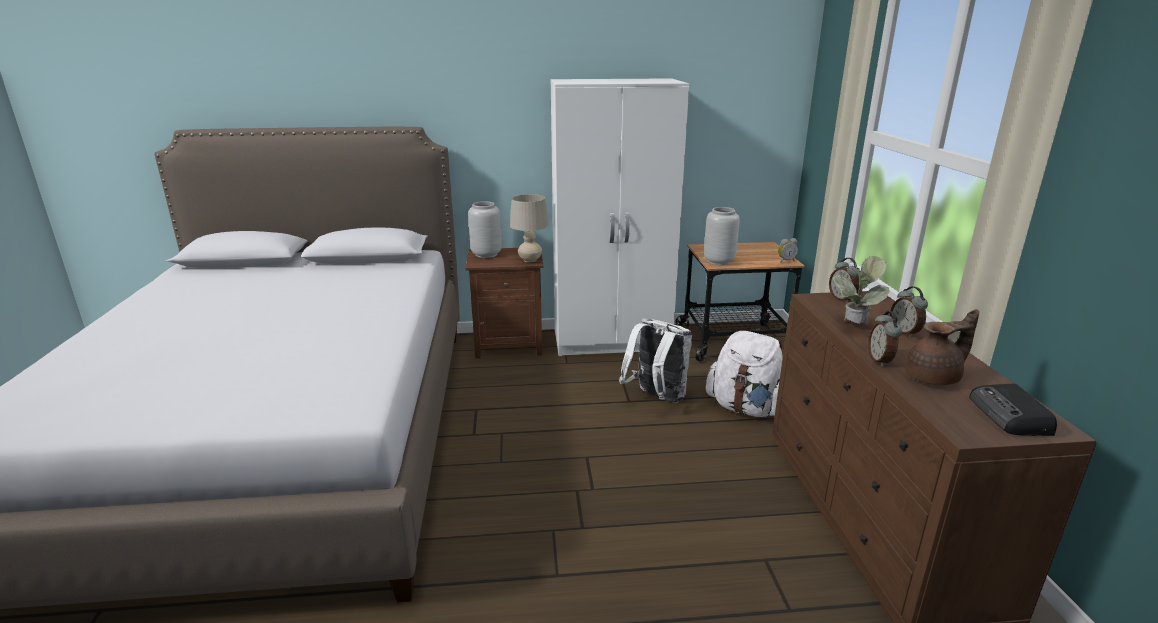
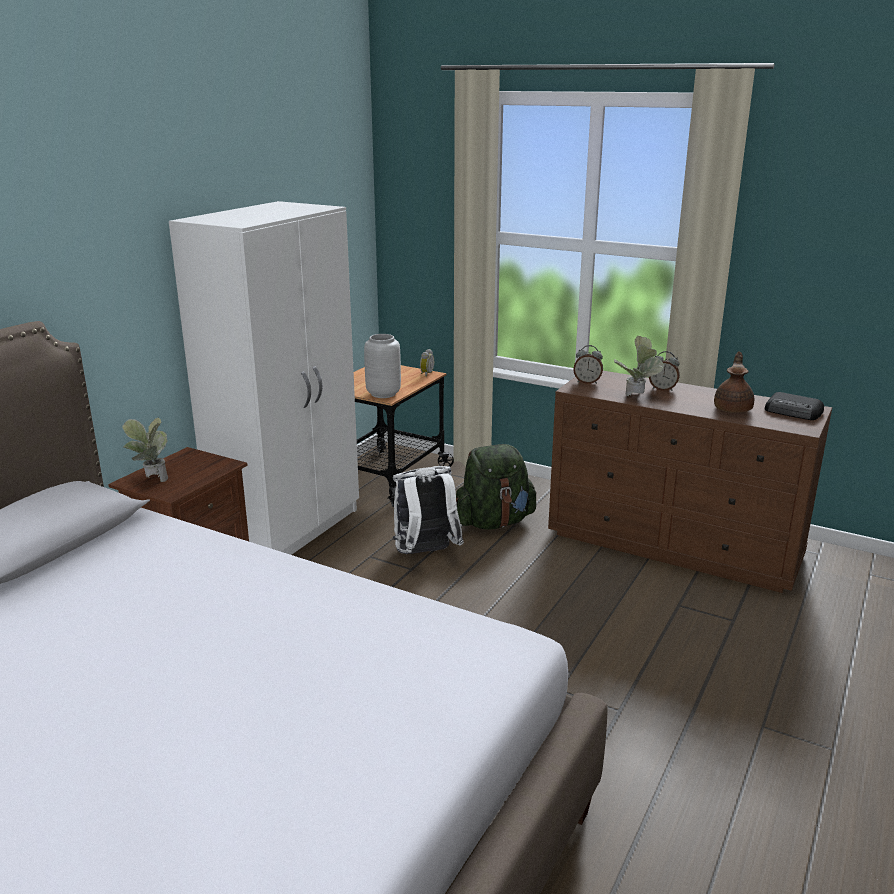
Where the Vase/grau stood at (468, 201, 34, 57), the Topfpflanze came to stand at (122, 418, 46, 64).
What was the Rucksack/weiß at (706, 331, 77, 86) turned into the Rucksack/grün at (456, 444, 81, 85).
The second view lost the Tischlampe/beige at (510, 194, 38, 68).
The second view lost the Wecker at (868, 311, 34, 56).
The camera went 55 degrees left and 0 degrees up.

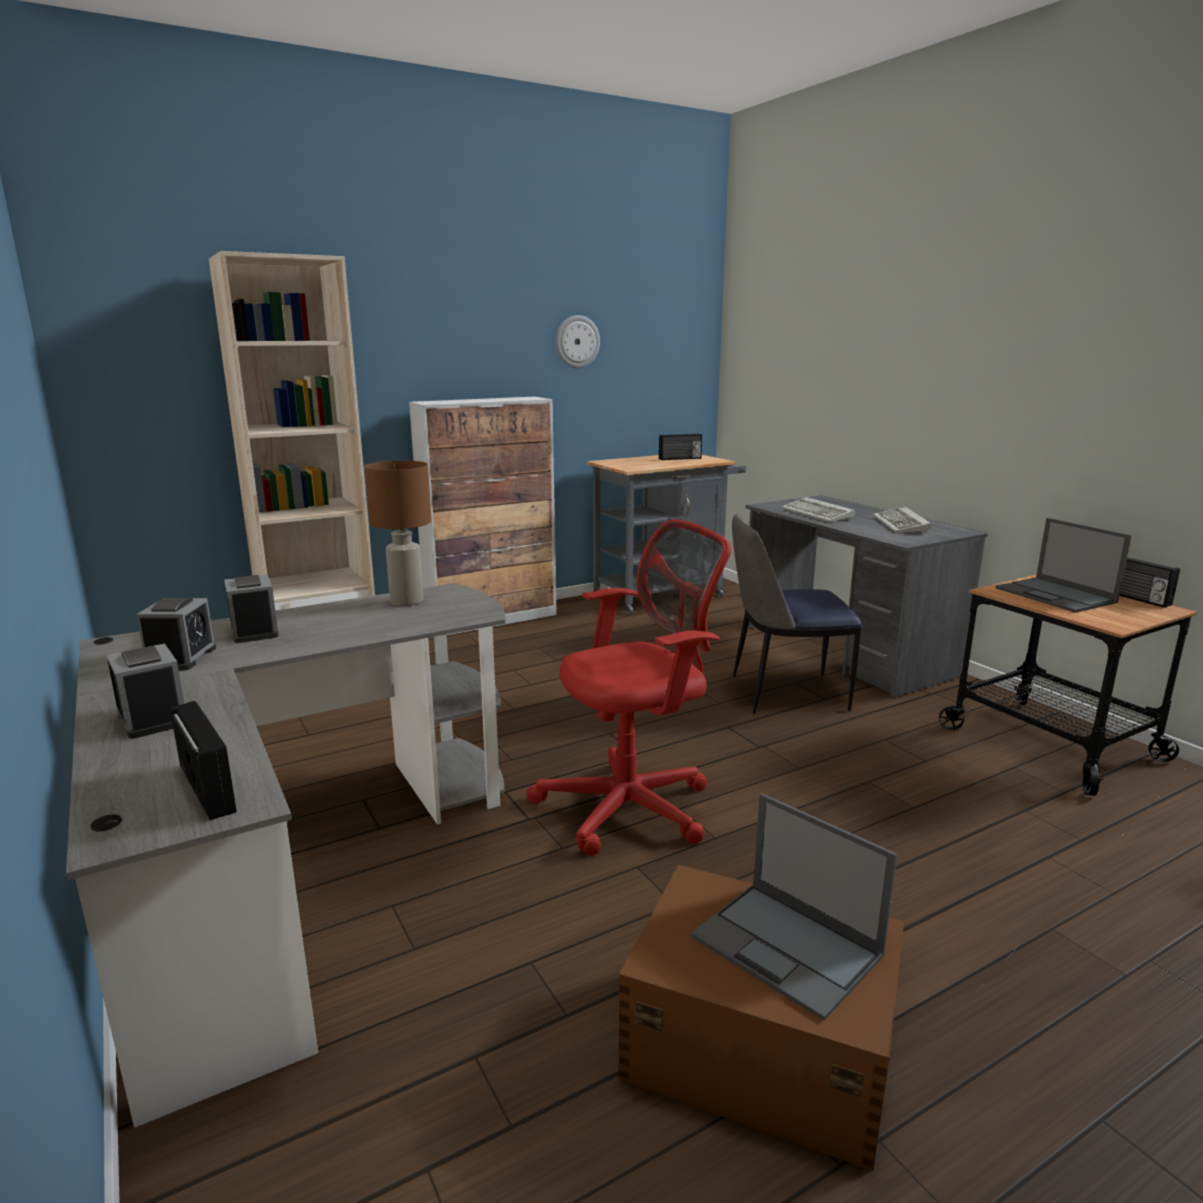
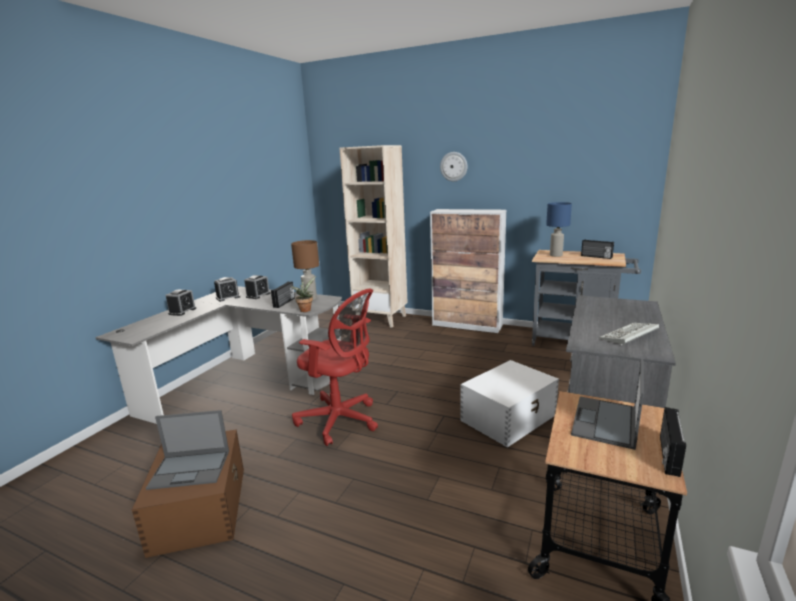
The Laptop at (691, 793, 206, 228) ended up facing another way, 105 degrees counterclockwise from before.
The Radio ended up elsewhere, having gone from (170, 701, 67, 119) to (271, 282, 24, 26).
The second view gained the Topfpflanze at (290, 276, 26, 36).
The Wanduhr ended up elsewhere, having gone from (555, 315, 45, 53) to (440, 152, 27, 29).
Where the Stuhl stood at (732, 513, 130, 201), the Aufbewahrungsbox/weiß came to stand at (460, 360, 99, 87).
The second view gained the Tischlampe/blau at (546, 202, 26, 55).
The second view lost the Tastatur at (781, 497, 74, 25).
The camera went 55 degrees right and 0 degrees up.

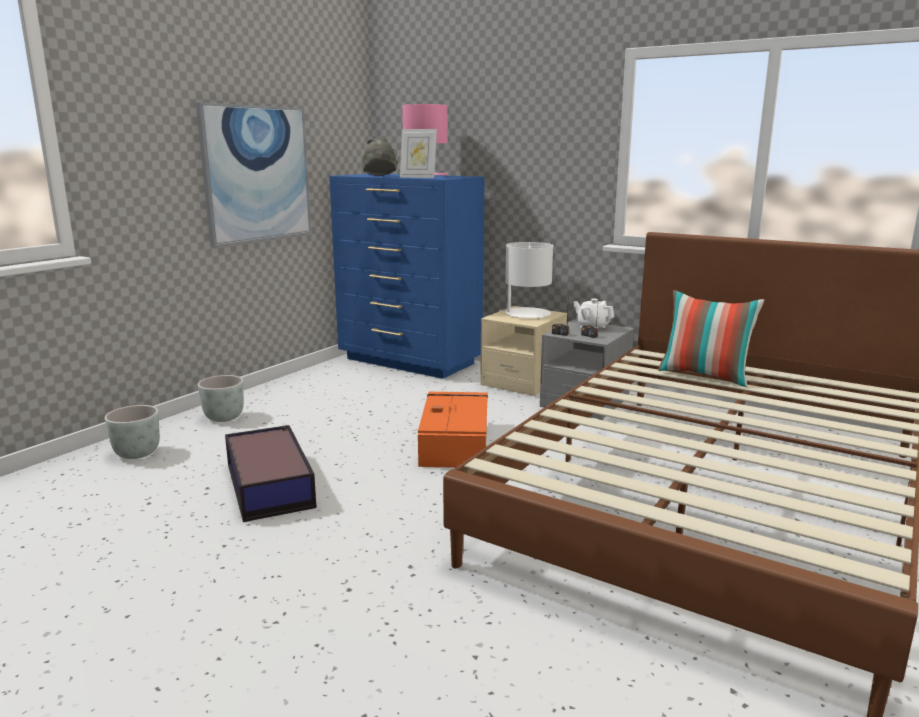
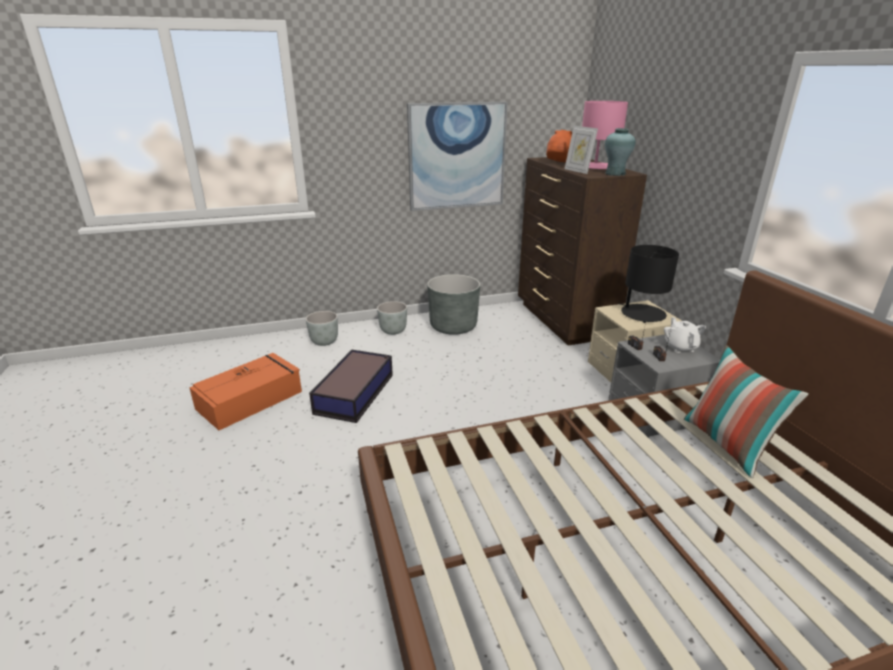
The Aufbewahrungsbox/orange ended up elsewhere, having gone from (418, 392, 70, 76) to (189, 353, 113, 77).
The second view gained the Pflanzkübel/grau at (427, 274, 53, 61).
What was the Kommode/blau at (329, 174, 156, 205) turned into the Kommode/braun at (518, 157, 129, 189).
What was the Hut/grau at (362, 137, 35, 39) turned into the Hut/orange at (546, 130, 26, 32).
The second view gained the Vase/türkis at (605, 128, 31, 48).
What was the Tischlampe/weiß at (499, 242, 54, 77) turned into the Tischlampe/schwarz at (618, 245, 61, 78).
The camera went 40 degrees right and 10 degrees up.

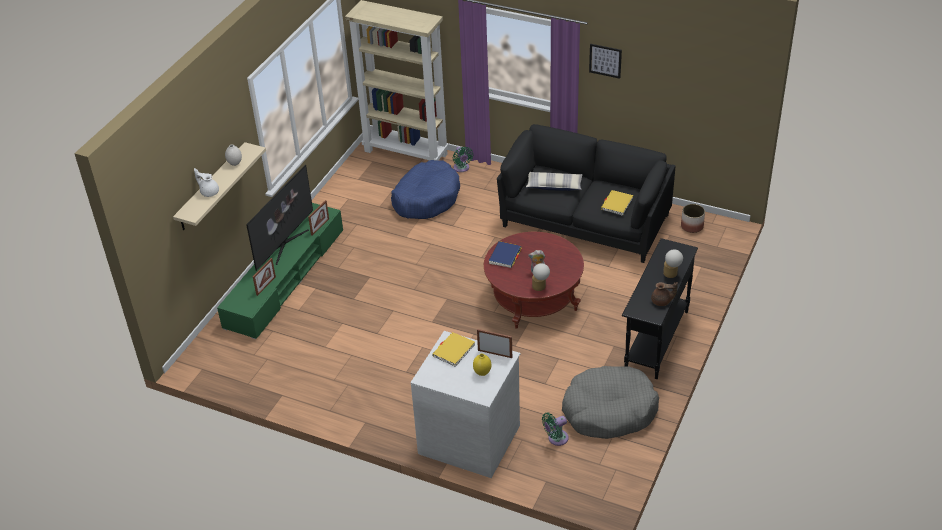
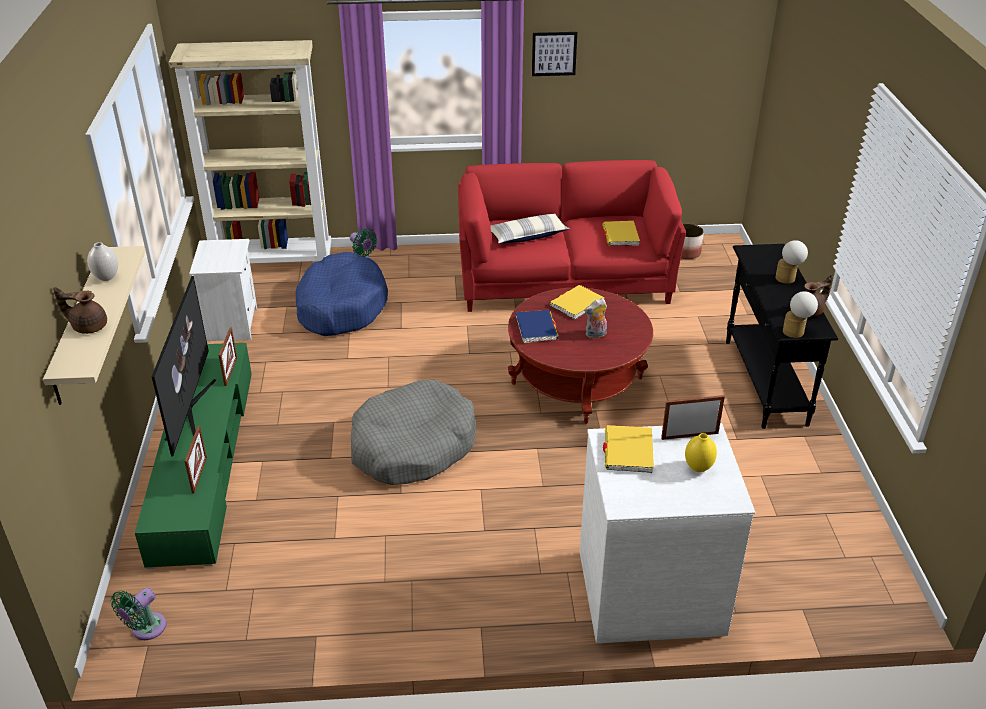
What was the Teekanne/weiß at (194, 168, 25, 29) turned into the Teekanne/braun at (53, 287, 54, 47).
The Ventilator/grün ended up elsewhere, having gone from (542, 413, 27, 33) to (111, 588, 55, 52).
The second view gained the Nachttisch/weiß at (189, 239, 68, 102).
The Hundebett/grau ended up elsewhere, having gone from (562, 366, 97, 73) to (351, 380, 125, 105).
What was the Sofa/schwarz at (497, 124, 178, 139) turned into the Sofa/rot at (458, 160, 228, 152).
The second view gained the Buch/gelb at (550, 285, 55, 35).
The Tischlampe ended up elsewhere, having gone from (532, 263, 18, 28) to (783, 291, 35, 47).
The camera went 30 degrees left and 5 degrees down.

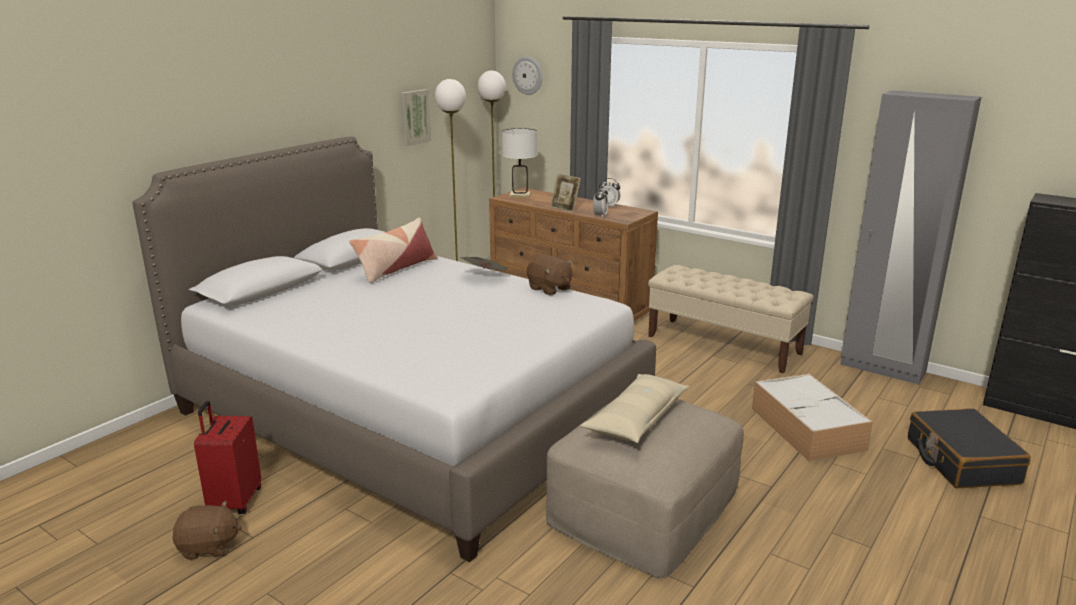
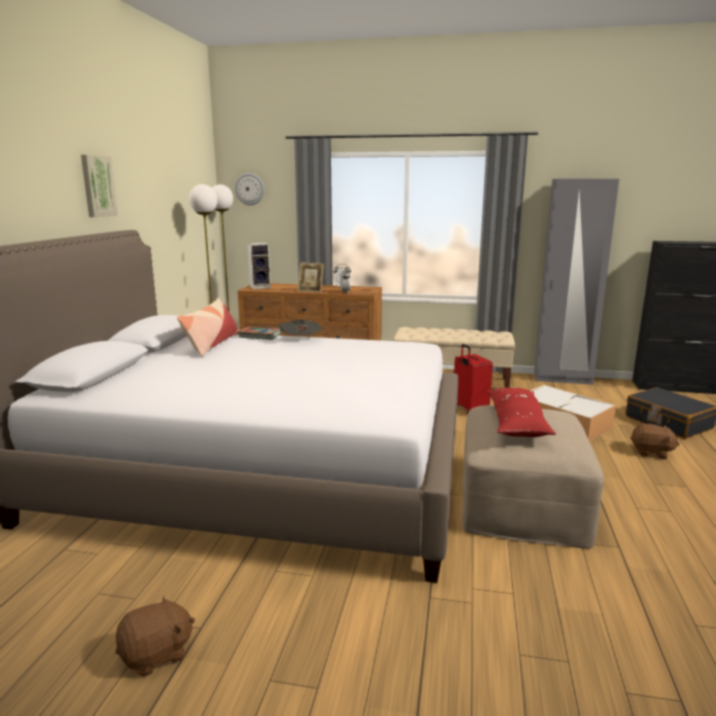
The Bild ended up elsewhere, having gone from (400, 89, 31, 57) to (81, 155, 37, 62).
The second view gained the Buch at (238, 327, 43, 13).
Where the Tischlampe/weiß stood at (501, 128, 36, 70), the Lautsprecher came to stand at (248, 243, 23, 46).
The Koffer/rot ended up elsewhere, having gone from (194, 401, 67, 113) to (454, 344, 39, 70).
What was the Kissen/beige at (580, 374, 110, 69) turned into the Kissen/rot at (487, 388, 69, 49).
The Plüschtier/braun ended up elsewhere, having gone from (527, 255, 46, 40) to (630, 424, 50, 35).
The camera went 25 degrees left and 5 degrees down.

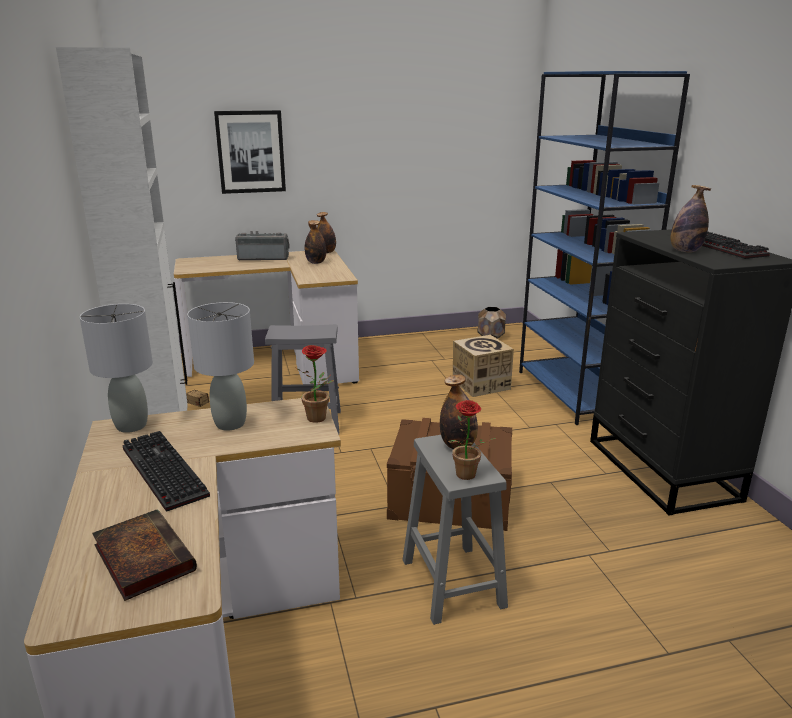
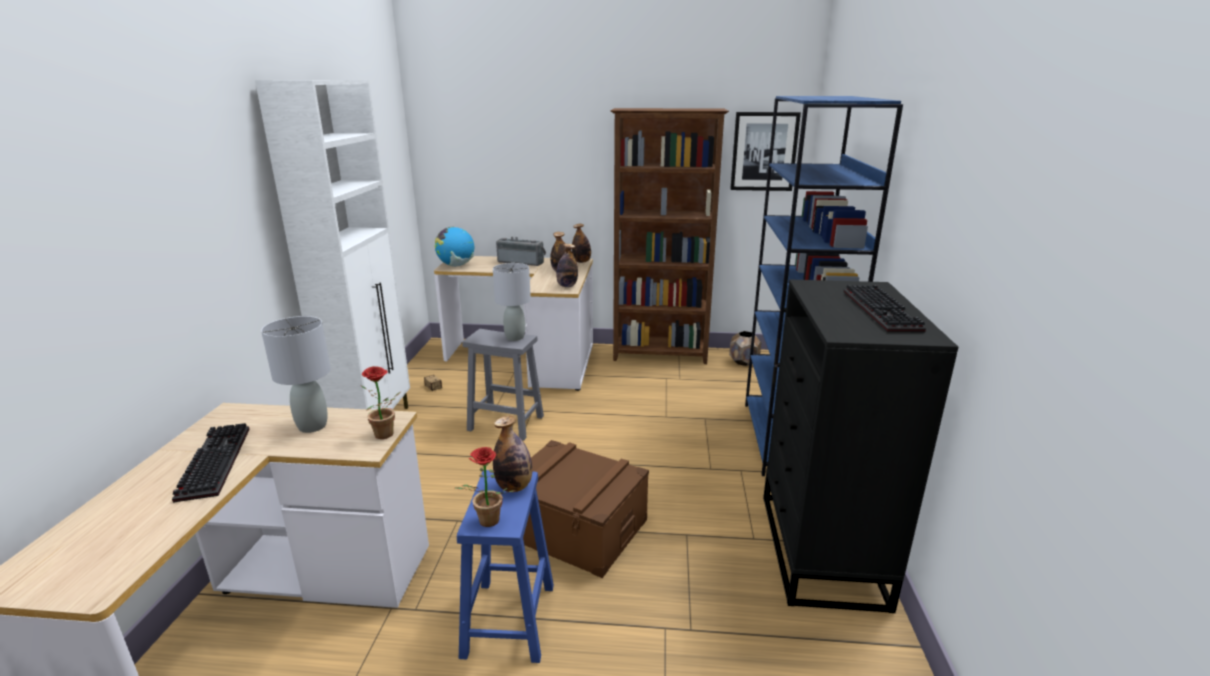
The second view gained the Globus at (435, 227, 39, 40).
What was the Hocker/grau at (402, 435, 106, 190) turned into the Hocker/blau at (457, 470, 97, 193).
The Tischlampe/grau ended up elsewhere, having gone from (80, 304, 73, 129) to (493, 263, 38, 78).
The Flasche ended up elsewhere, having gone from (670, 185, 41, 67) to (556, 244, 22, 43).
The second view gained the Bücherregal/braun at (611, 108, 118, 256).
The Bild ended up elsewhere, having gone from (214, 110, 72, 84) to (730, 112, 71, 79).
The second view lost the Buch at (92, 509, 105, 92).
The second view lost the Karton at (453, 335, 61, 62).
The camera went 20 degrees right and 0 degrees up.

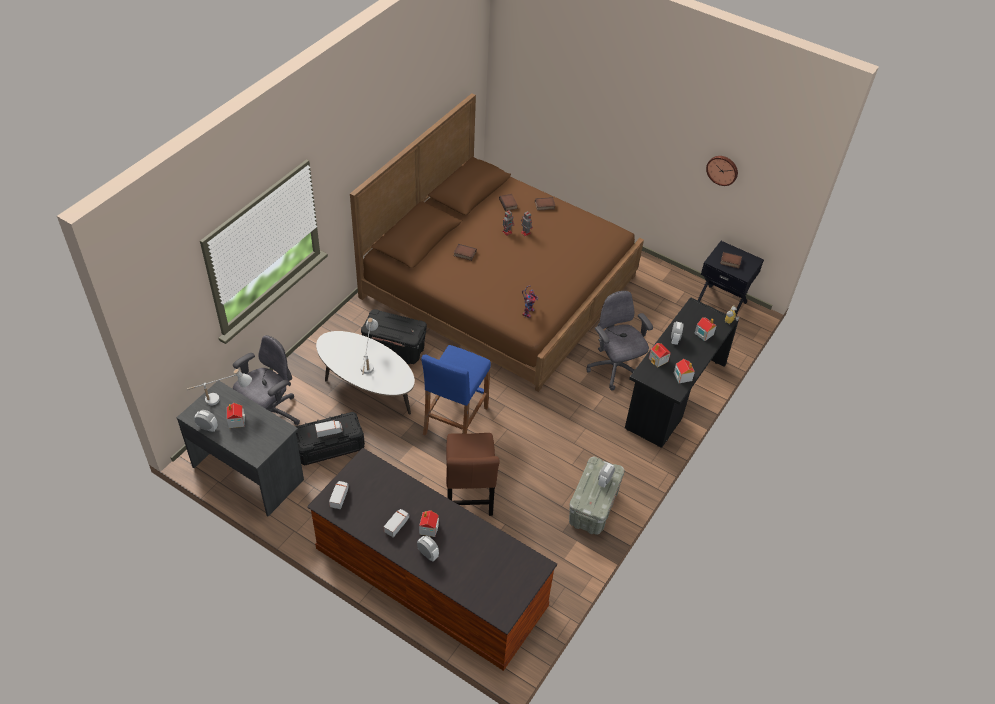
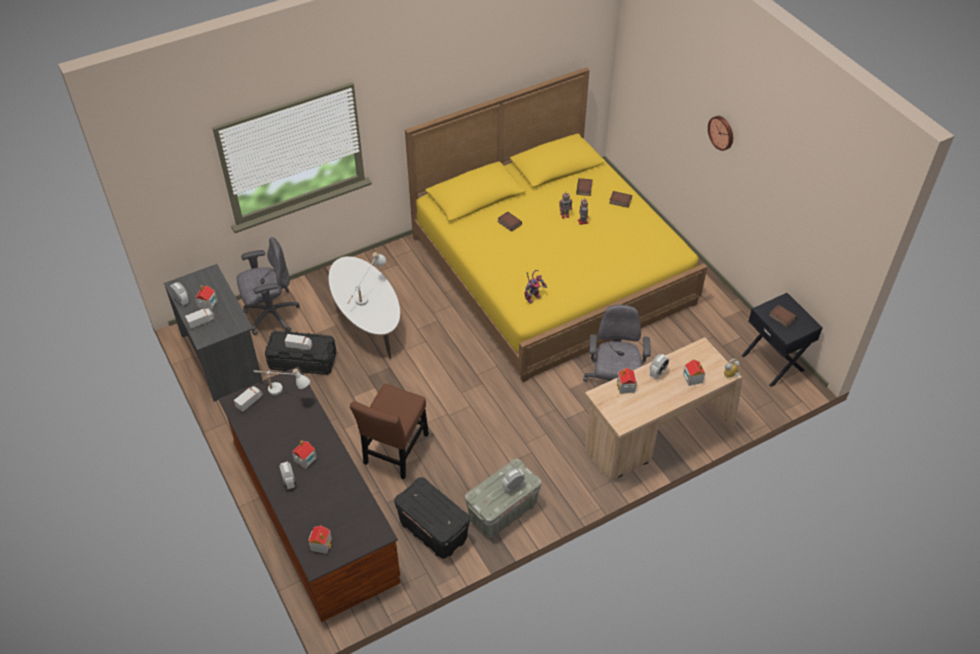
The Spielzeuglaster ended up elsewhere, having gone from (384, 509, 26, 28) to (185, 309, 30, 20).
The Tischlampe/weiß ended up elsewhere, having gone from (187, 369, 65, 37) to (253, 369, 57, 26).
The Spielzeughaus ended up elsewhere, having gone from (674, 359, 21, 24) to (308, 525, 24, 29).
The Aufbewahrungsbox/schwarz ended up elsewhere, having gone from (361, 309, 66, 55) to (394, 477, 76, 82).
What was the Bett/braun at (350, 93, 294, 299) turned into the Bett/gelb at (405, 67, 302, 315).
What was the Schreibtisch/schwarz at (625, 297, 114, 151) turned into the Schreibtisch/beige at (585, 338, 158, 143).
The Wanduhr ended up elsewhere, having gone from (706, 156, 32, 30) to (708, 116, 25, 35).
The second view lost the Hocker/blau at (421, 345, 70, 91).
The camera went 30 degrees right and 0 degrees up.

